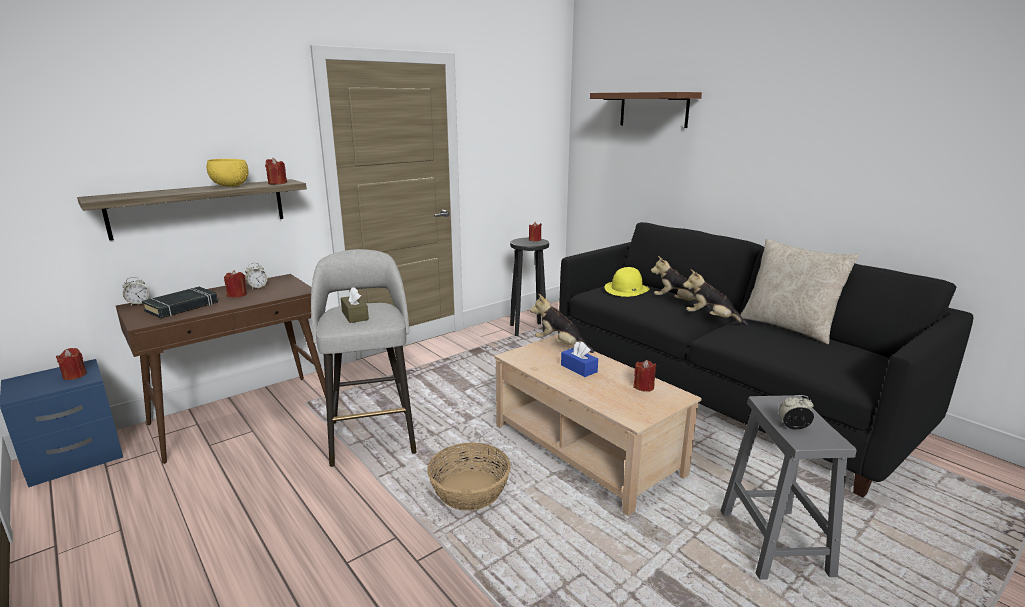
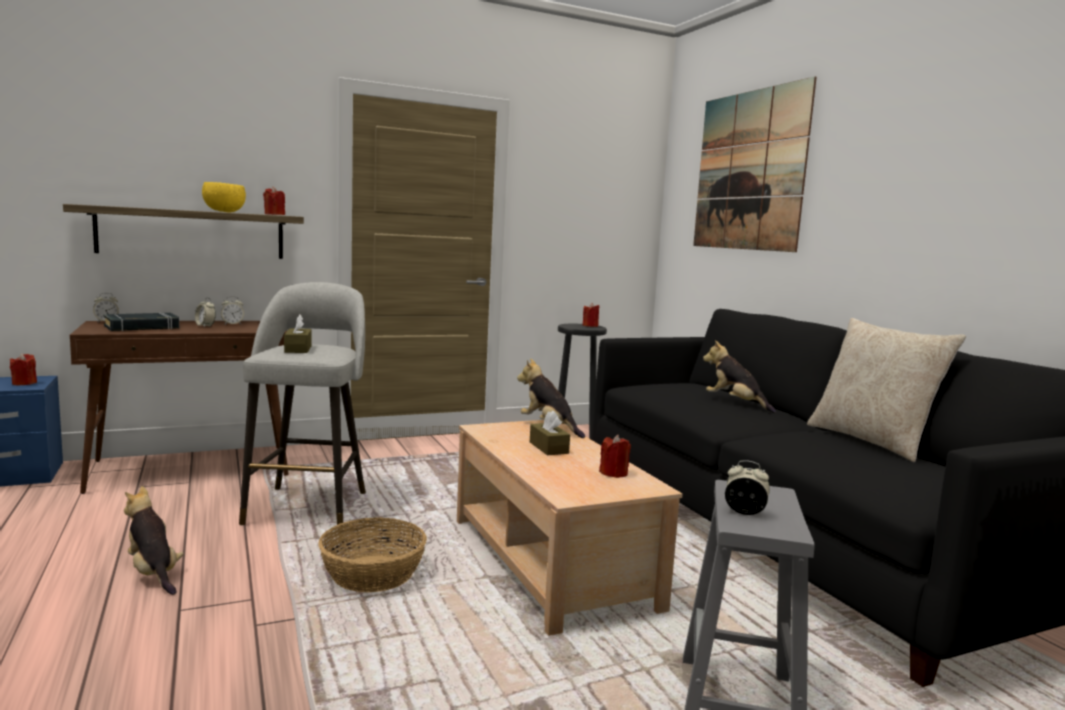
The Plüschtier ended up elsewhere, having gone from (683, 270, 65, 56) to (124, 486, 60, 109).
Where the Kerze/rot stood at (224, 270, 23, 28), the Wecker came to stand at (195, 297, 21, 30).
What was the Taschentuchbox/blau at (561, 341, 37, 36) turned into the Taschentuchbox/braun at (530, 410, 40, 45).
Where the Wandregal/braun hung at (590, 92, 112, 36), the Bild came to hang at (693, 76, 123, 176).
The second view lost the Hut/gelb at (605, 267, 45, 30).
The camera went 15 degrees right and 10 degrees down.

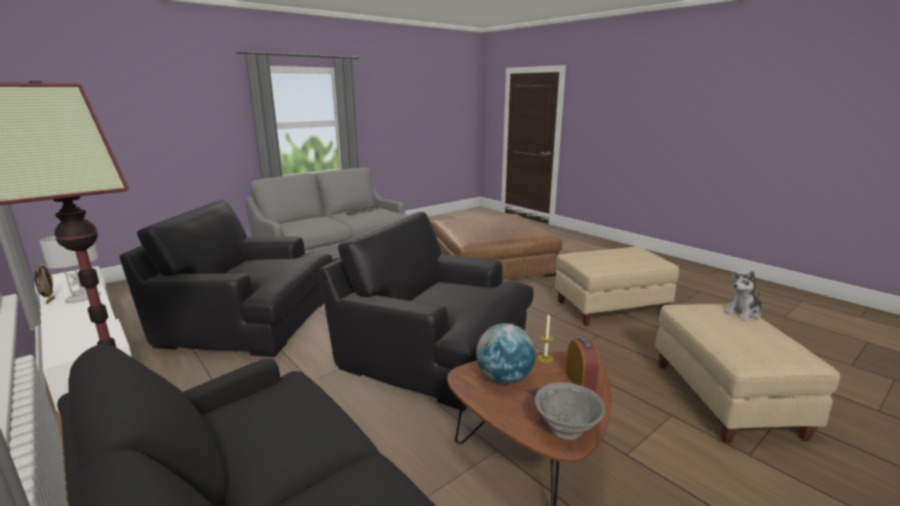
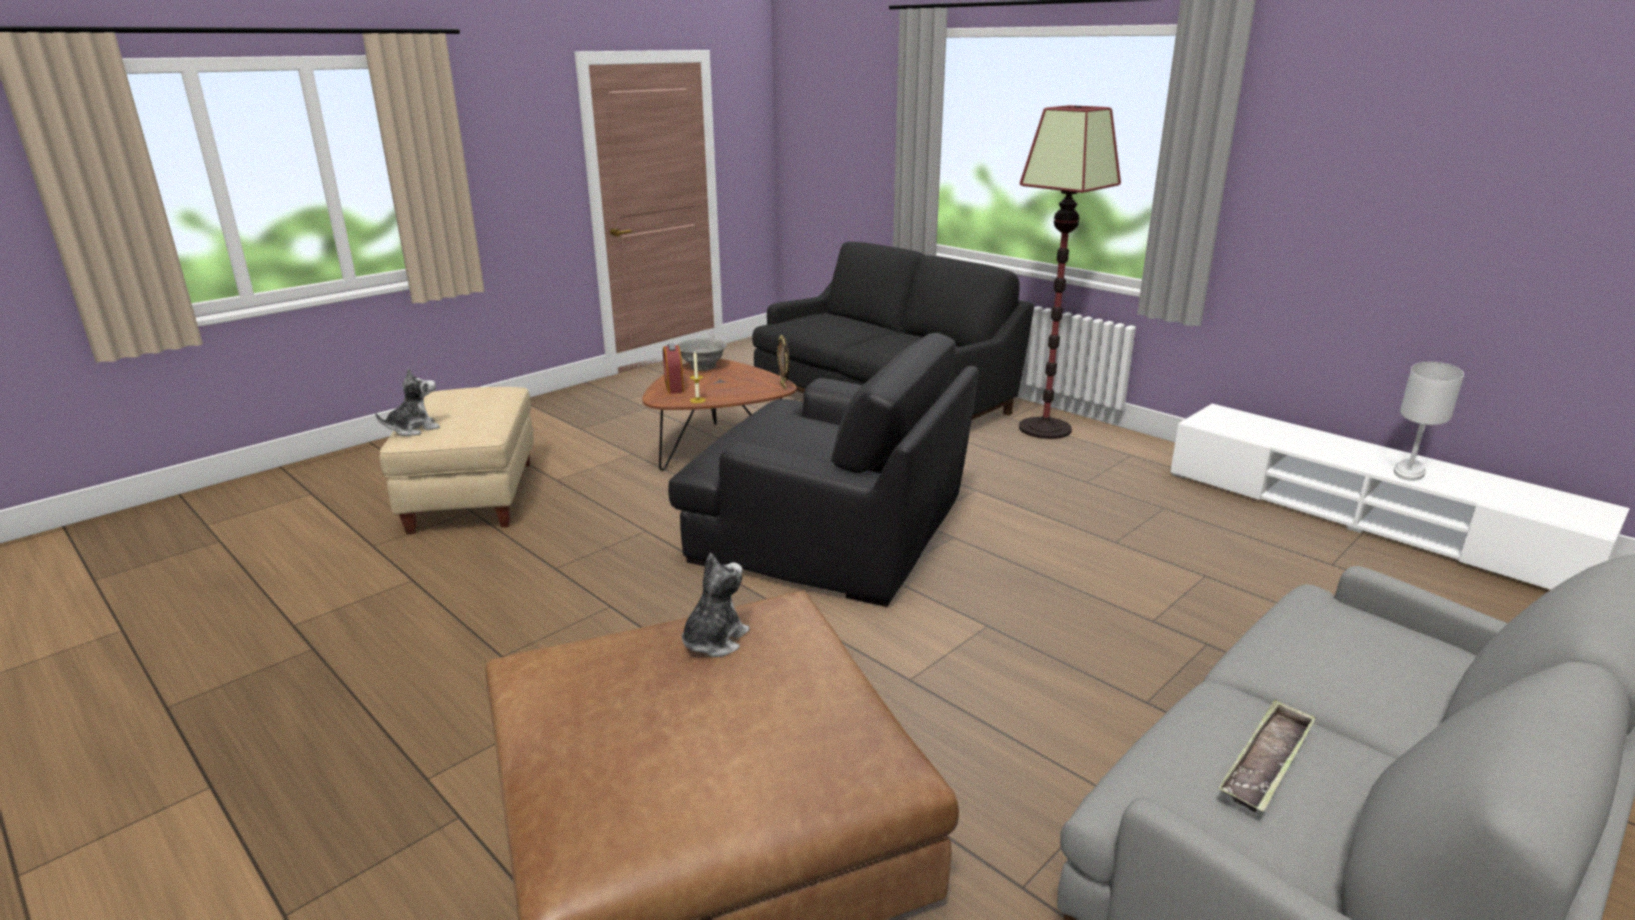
The second view gained the Plüschtier at (682, 553, 68, 104).
The Bilderrahmen ended up elsewhere, having gone from (34, 264, 21, 40) to (777, 335, 13, 55).
The second view lost the Sessel/schwarz at (119, 200, 214, 157).
The second view lost the Globus at (476, 323, 60, 61).
The second view lost the Polsterhocker/beige at (555, 247, 124, 79).
The camera went 175 degrees right and 5 degrees up.

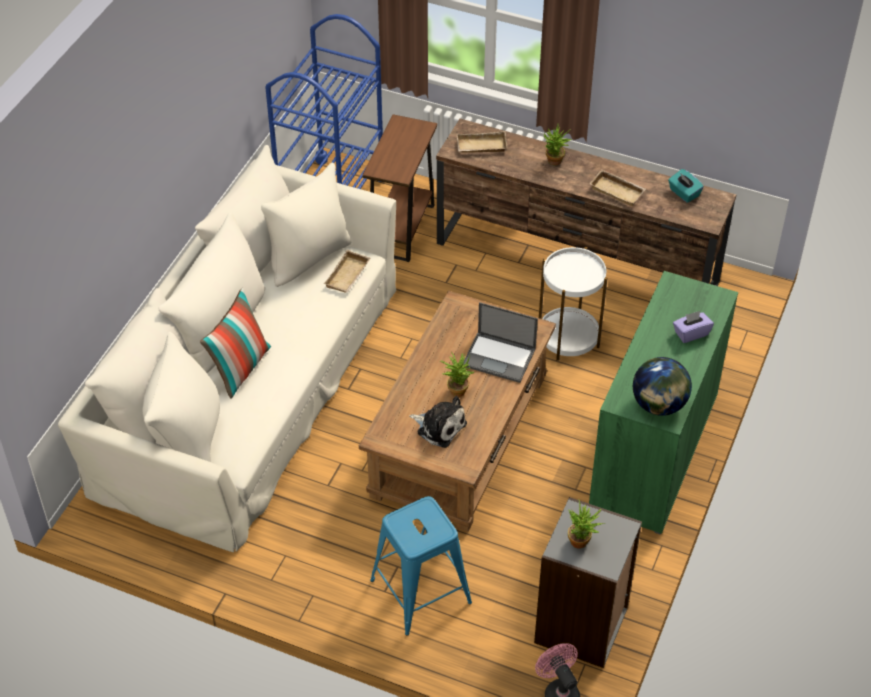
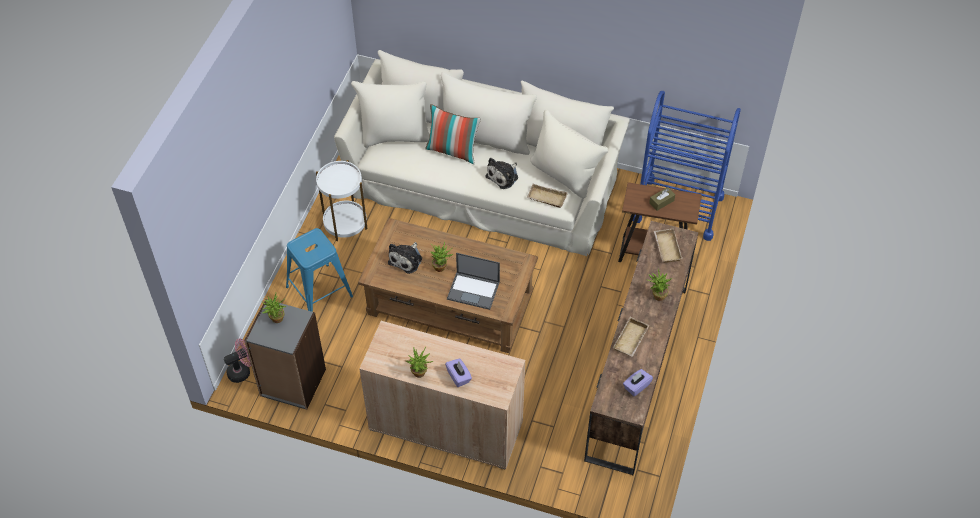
The Beistelltisch/weiß ended up elsewhere, having gone from (539, 247, 68, 114) to (316, 160, 51, 81).
What was the Schrank/grün at (589, 271, 149, 264) turned into the Schrank/beige at (359, 321, 166, 148).
The second view gained the Topfpflanze at (406, 347, 28, 31).
The Laptop at (463, 302, 75, 81) ended up facing another way, 90 degrees counterclockwise from before.
The second view gained the Plüschtier at (485, 158, 33, 31).
What was the Taschentuchbox/türkis at (668, 169, 36, 34) turned into the Taschentuchbox/lila at (623, 369, 30, 28).
The second view gained the Taschentuchbox/braun at (649, 187, 26, 24).
The second view lost the Globus at (633, 357, 59, 59).
The camera went 85 degrees right and 5 degrees up.

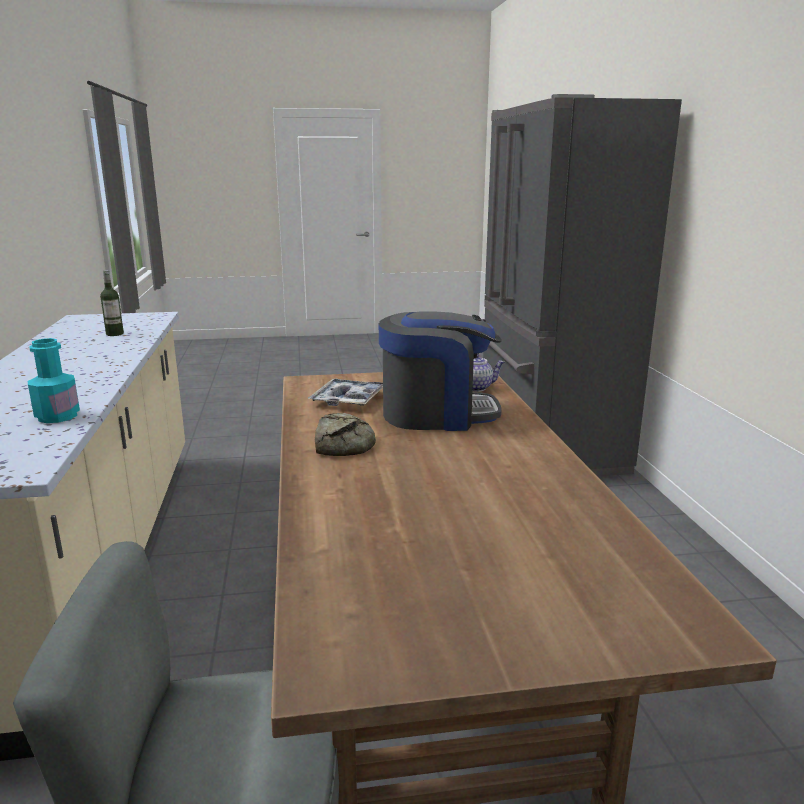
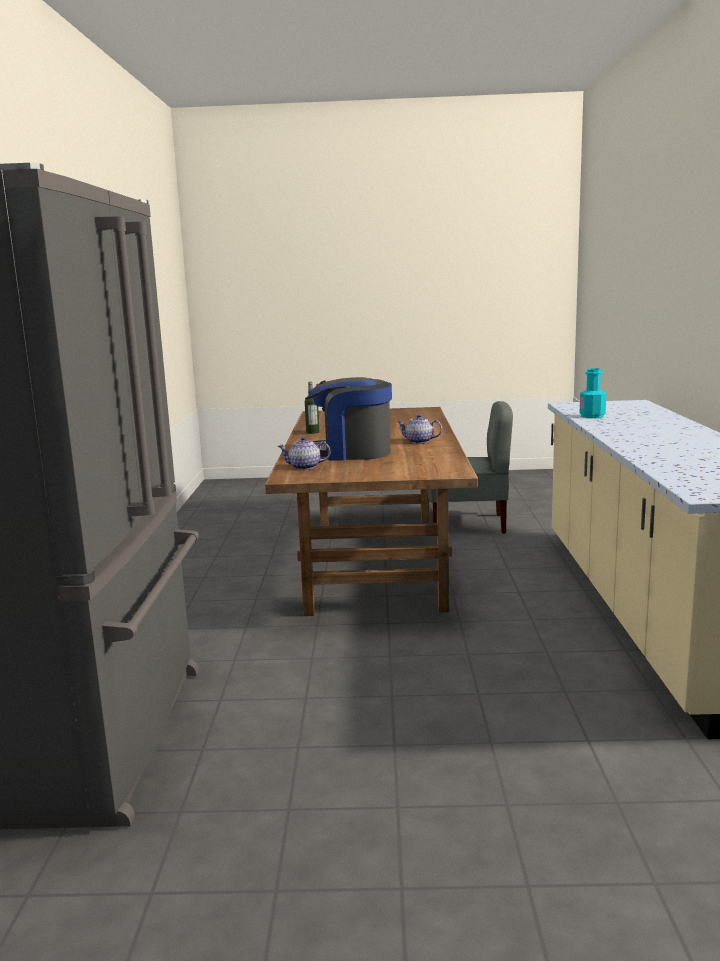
The Flasche ended up elsewhere, having gone from (100, 271, 24, 65) to (305, 382, 14, 52).
Where the Brot stood at (315, 413, 61, 43), the Teekanne came to stand at (397, 415, 45, 29).
The second view lost the Tablett at (308, 379, 75, 27).
The camera went 170 degrees left and 5 degrees down.

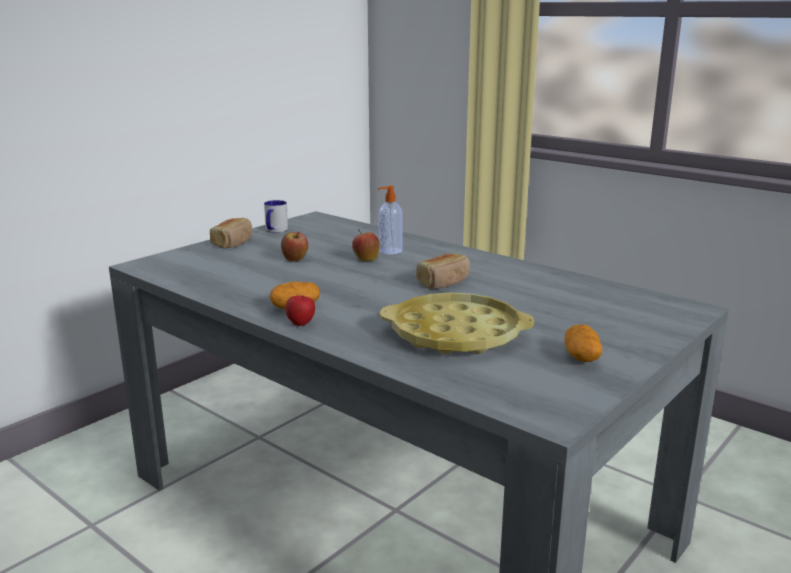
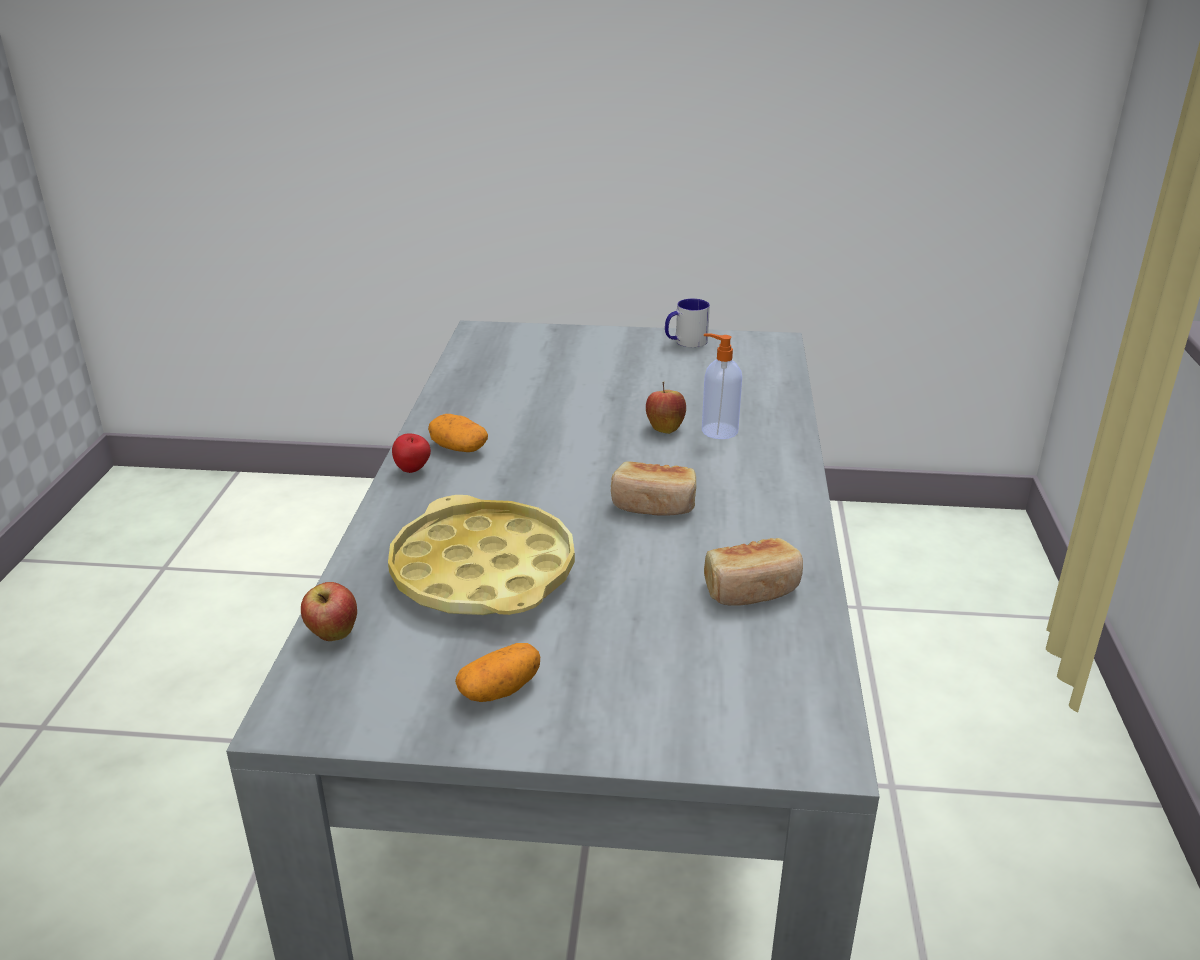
The Apfel ended up elsewhere, having gone from (281, 232, 27, 29) to (301, 582, 56, 59).
The Brot ended up elsewhere, having gone from (210, 218, 42, 31) to (704, 538, 99, 68).
The camera went 55 degrees right and 10 degrees up.

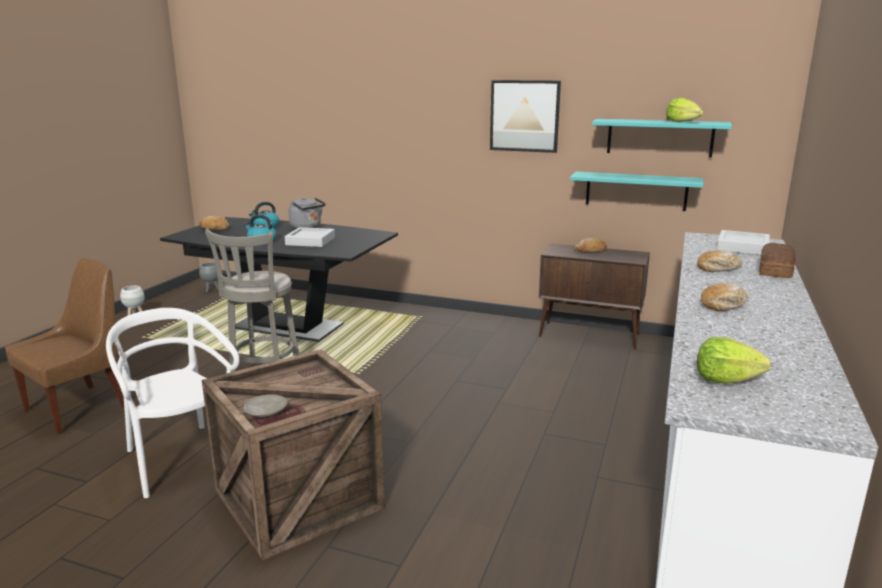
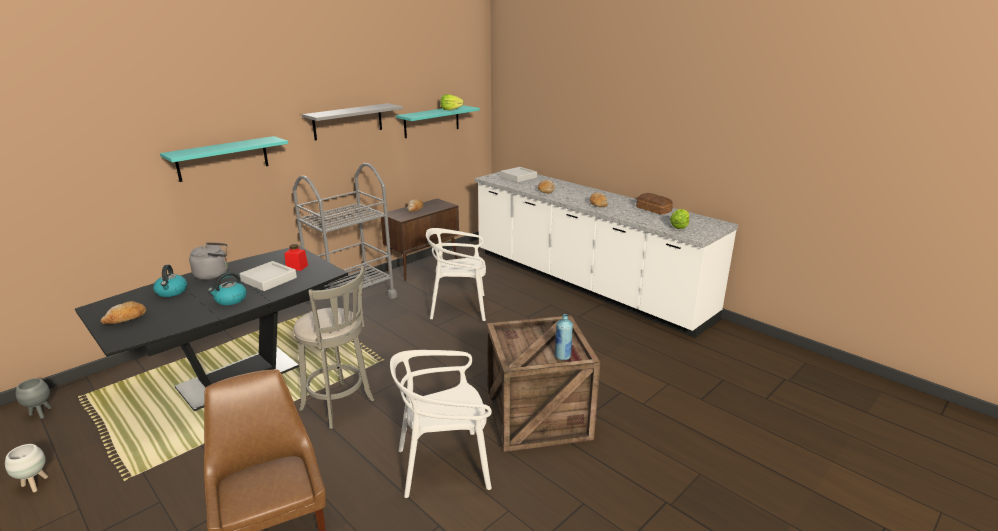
The Wandregal/türkis ended up elsewhere, having gone from (570, 171, 133, 40) to (160, 136, 128, 46).
The second view gained the Vorratsglas/rot at (284, 244, 24, 27).
The second view gained the Rollwagen/grau at (293, 163, 104, 141).
Where the Bild hung at (490, 80, 71, 73), the Wandregal/grau came to hang at (302, 103, 101, 37).
The second view gained the Stuhl/weiß at (426, 228, 60, 93).
Where the Teller/beige stood at (244, 394, 43, 23), the Flasche/blau came to stand at (555, 314, 18, 46).
The Brot ended up elsewhere, having gone from (759, 243, 37, 35) to (636, 193, 37, 22).
The camera went 65 degrees left and 5 degrees up.

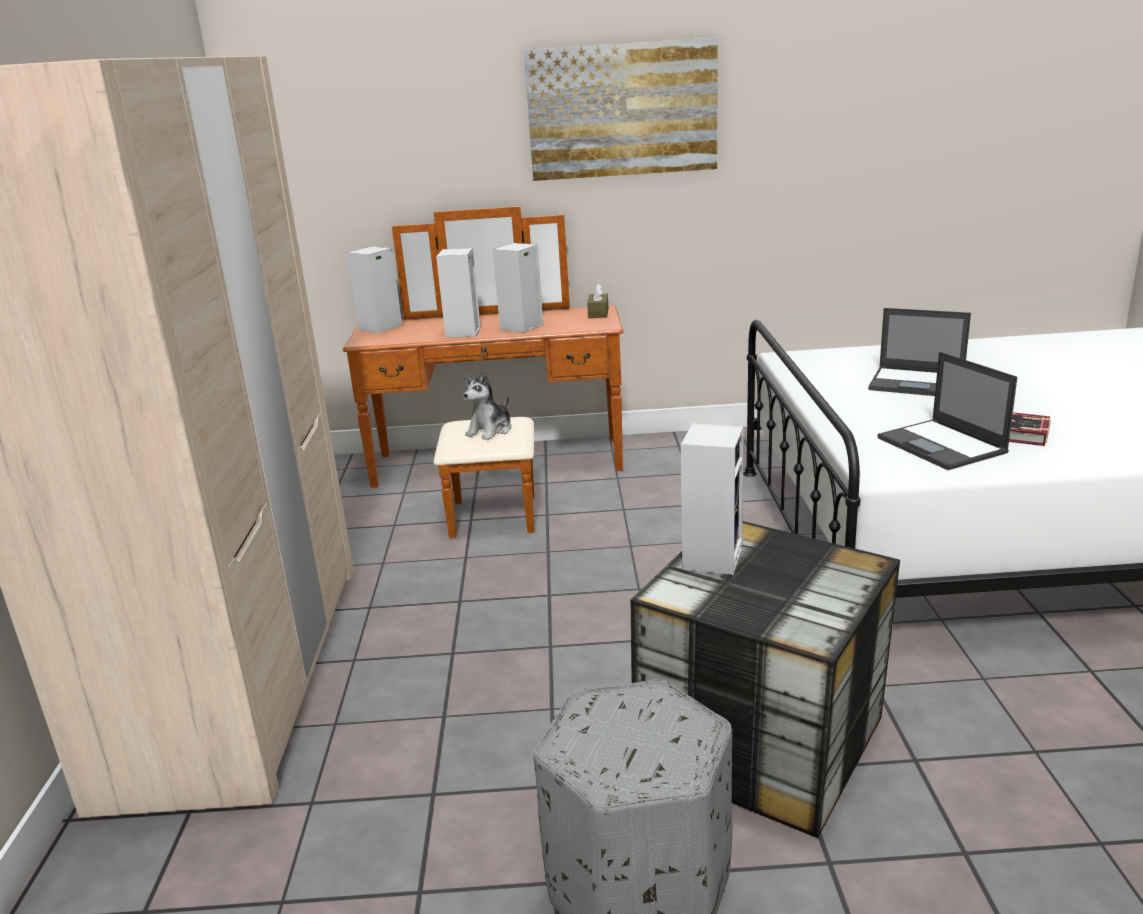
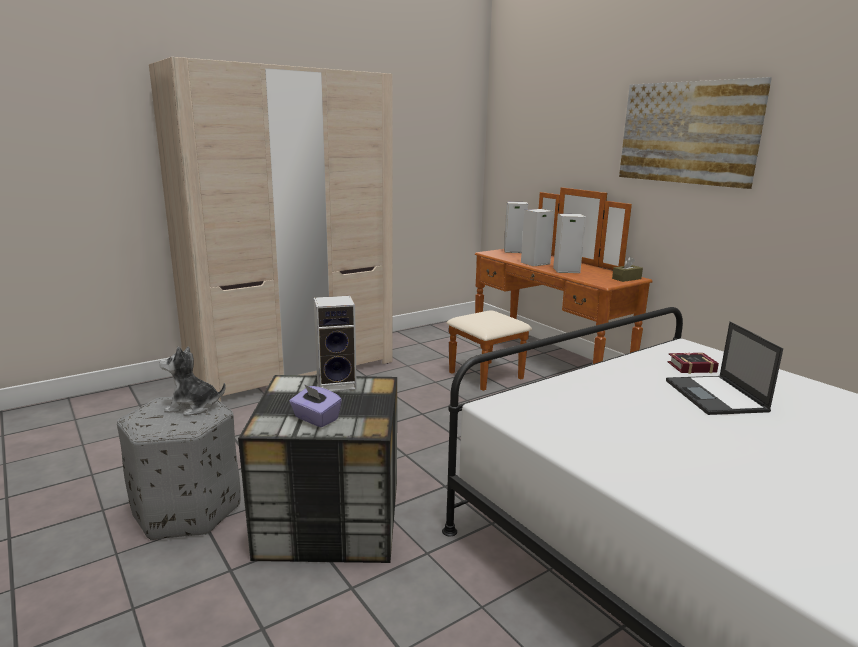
The Plüschtier ended up elsewhere, having gone from (463, 371, 48, 69) to (159, 346, 67, 70).
The second view gained the Taschentuchbox/lila at (289, 384, 53, 43).
The Buch ended up elsewhere, having gone from (1009, 412, 42, 34) to (667, 353, 52, 21).
The second view lost the Laptop at (878, 352, 139, 118).
The camera went 55 degrees right and 5 degrees down.

